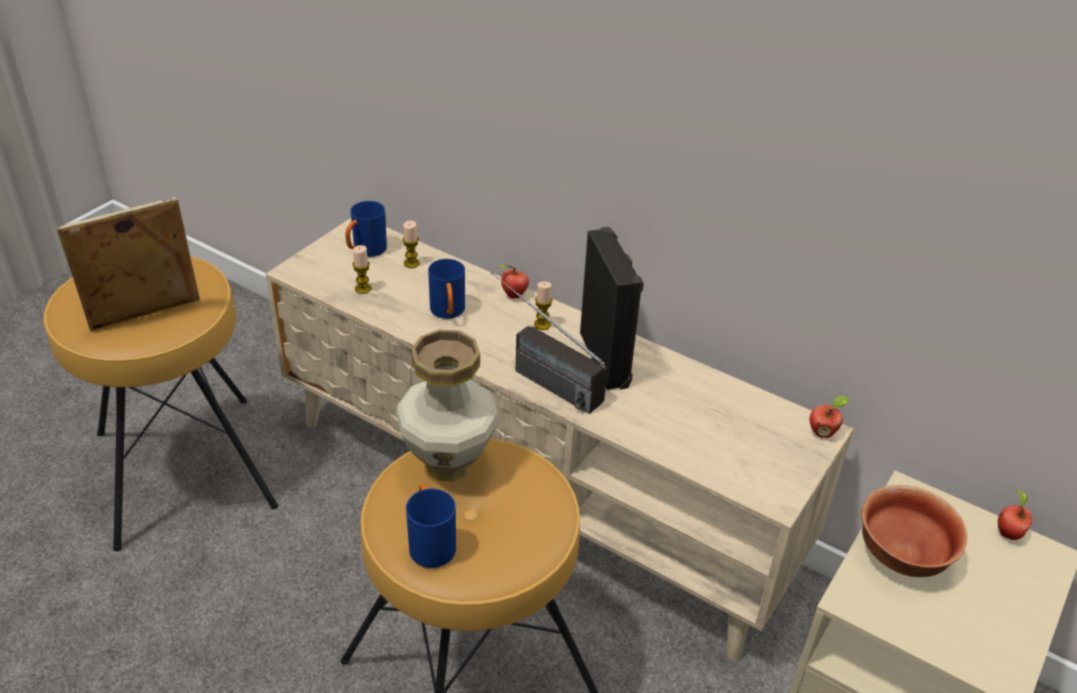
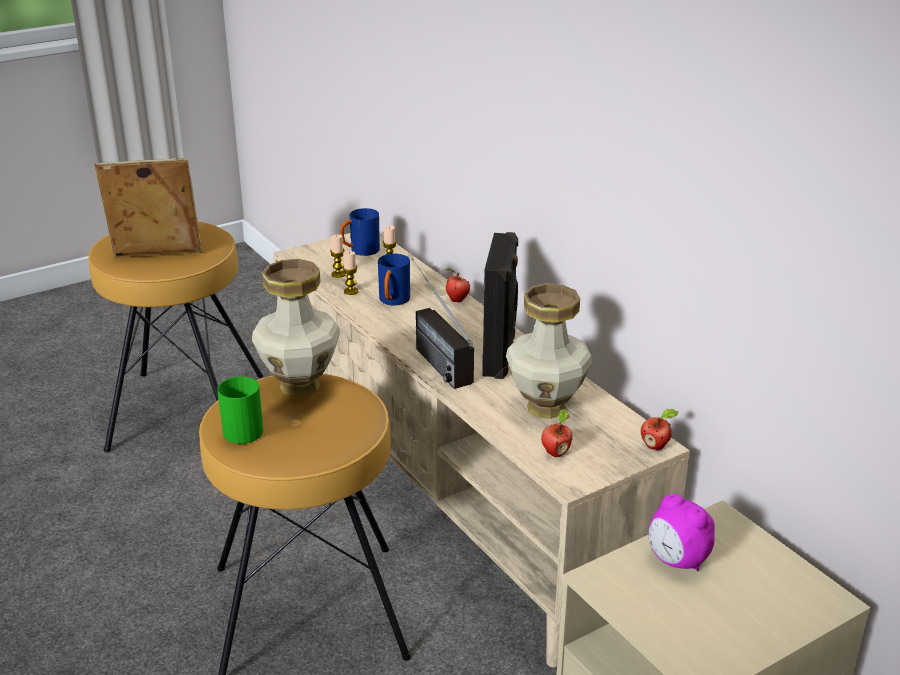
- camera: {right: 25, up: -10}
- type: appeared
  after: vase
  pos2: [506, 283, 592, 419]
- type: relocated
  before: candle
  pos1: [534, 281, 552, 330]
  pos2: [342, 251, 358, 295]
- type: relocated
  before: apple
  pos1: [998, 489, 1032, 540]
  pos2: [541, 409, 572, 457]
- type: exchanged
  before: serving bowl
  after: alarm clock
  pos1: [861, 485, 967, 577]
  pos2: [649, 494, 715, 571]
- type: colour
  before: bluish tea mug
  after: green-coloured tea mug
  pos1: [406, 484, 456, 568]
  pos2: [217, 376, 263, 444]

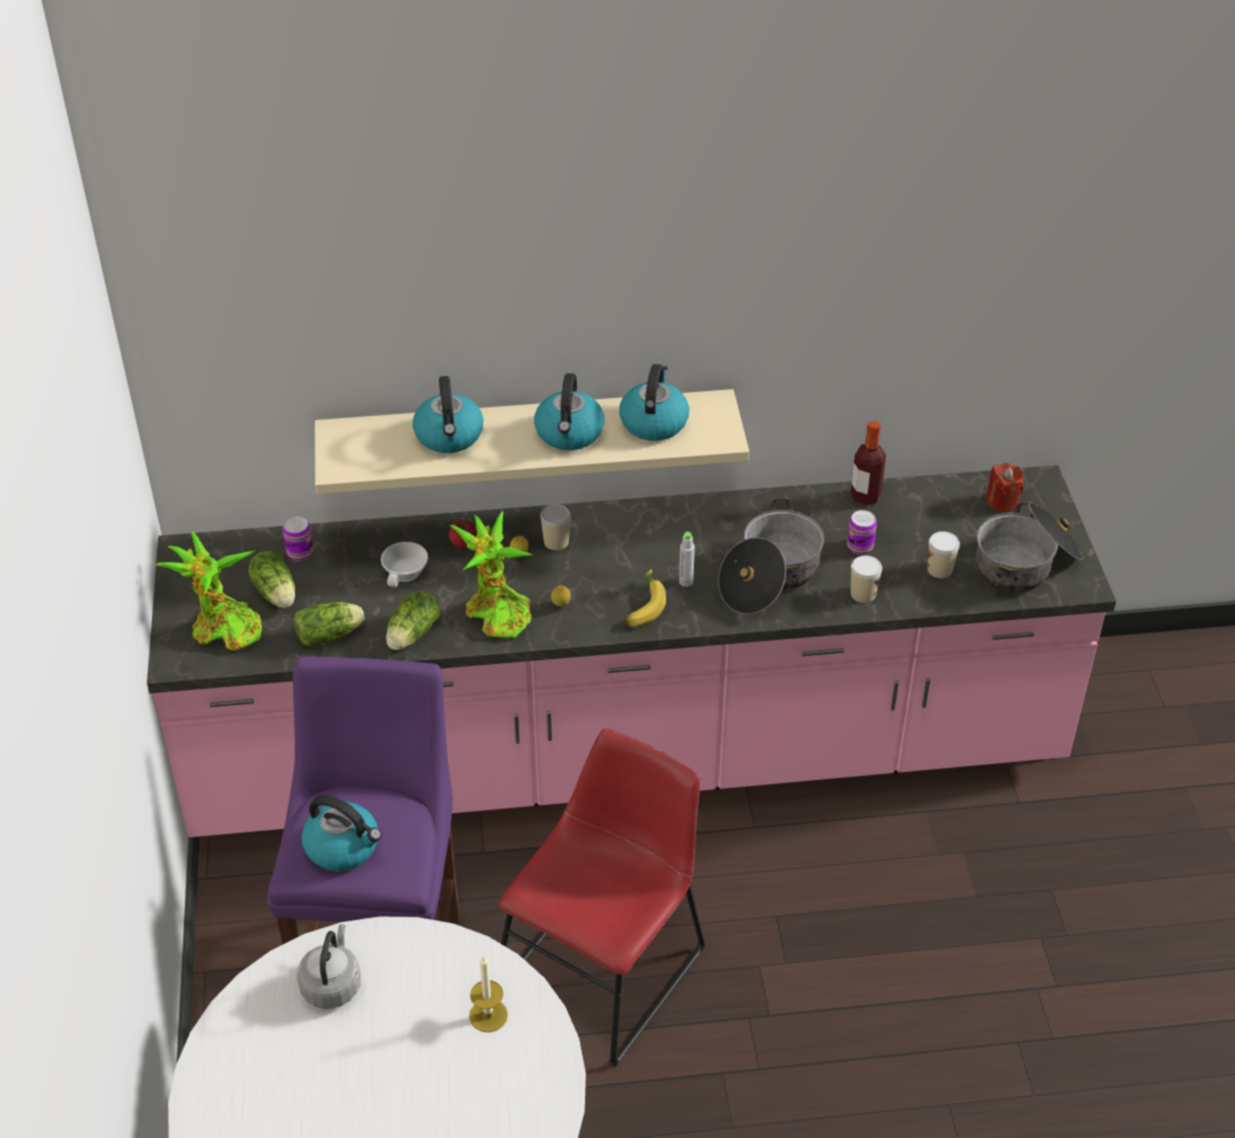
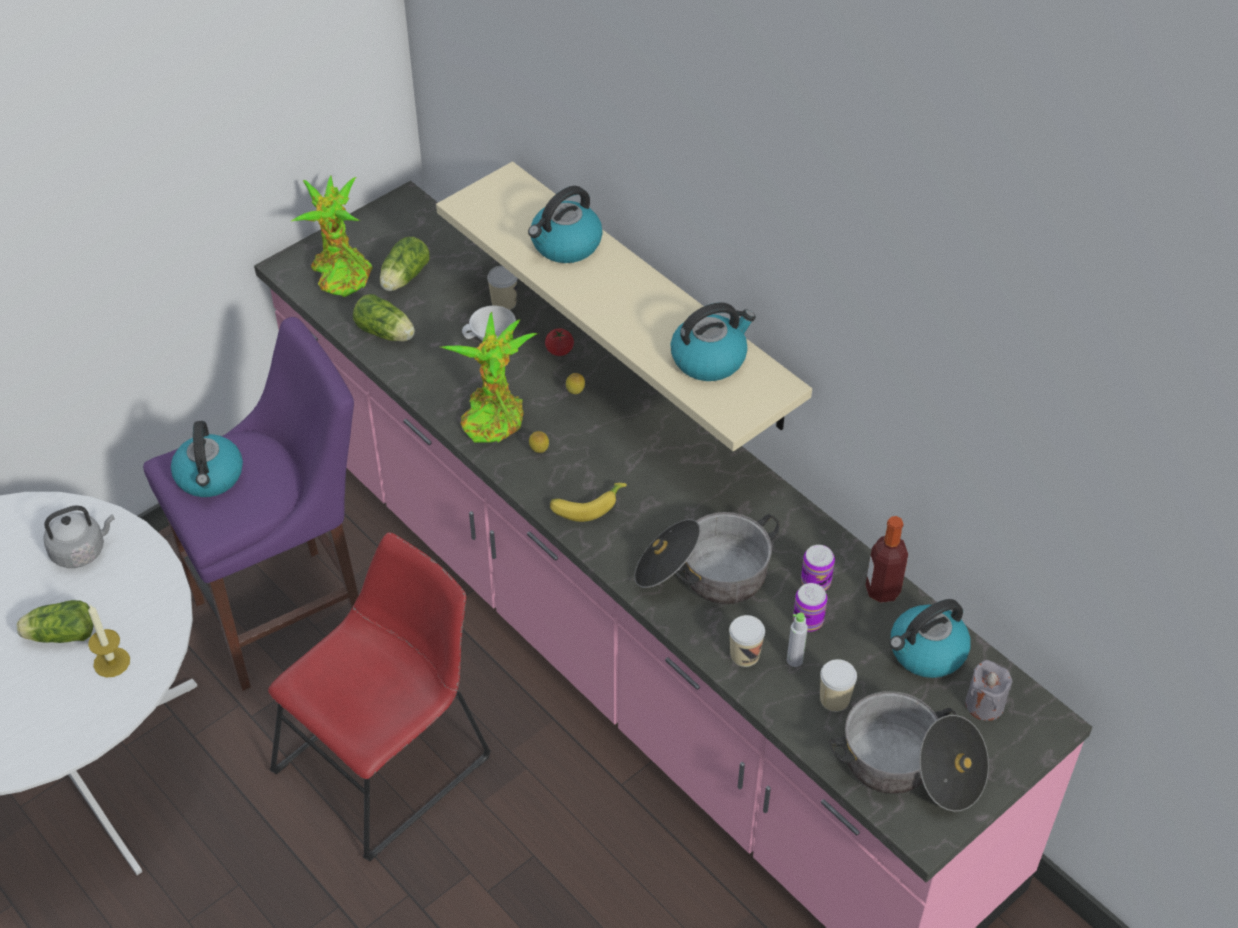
- camera: {right: 55, up: 5}
- type: relocated
  before: sealed can
  pos1: [283, 516, 314, 561]
  pos2: [801, 545, 835, 591]
- type: relocated
  before: head of lettuce
  pos1: [386, 591, 440, 650]
  pos2: [17, 600, 93, 643]
- type: relocated
  before: water kettle
  pos1: [534, 373, 605, 450]
  pos2: [890, 599, 971, 678]
- type: relocated
  before: small cup
  pos1: [540, 504, 571, 550]
  pos2: [487, 265, 517, 310]
- type: relocated
  before: greyish bottle
  pos1: [679, 532, 695, 587]
  pos2: [787, 613, 808, 667]
- type: colour
  before: red candle
  after: greyish candle
  pos1: [986, 463, 1024, 512]
  pos2: [965, 660, 1012, 721]
- type: spun
  before: red upright chair
  pos1: [499, 728, 705, 1067]
  pos2: [268, 532, 490, 862]
  turn: -45

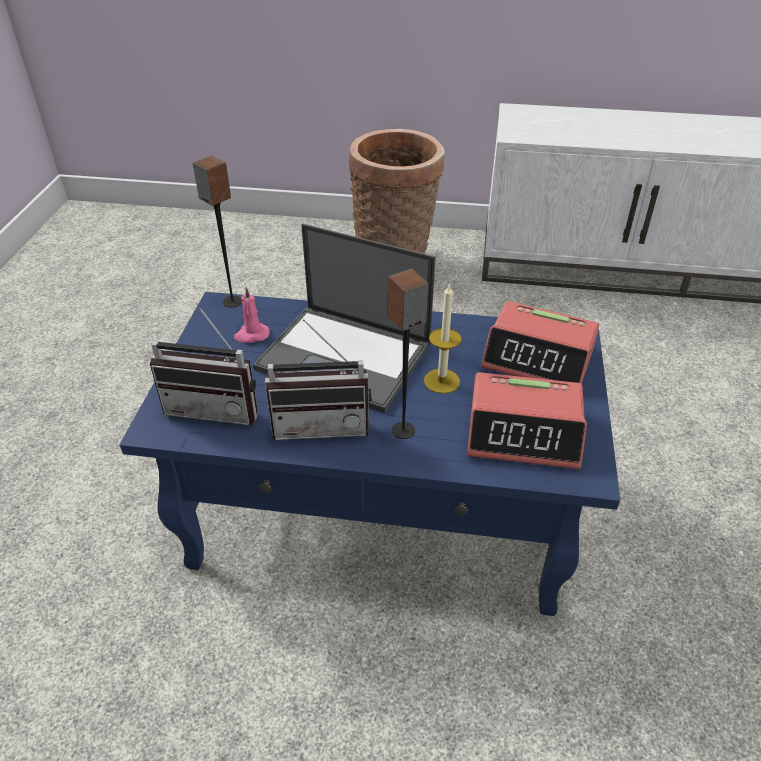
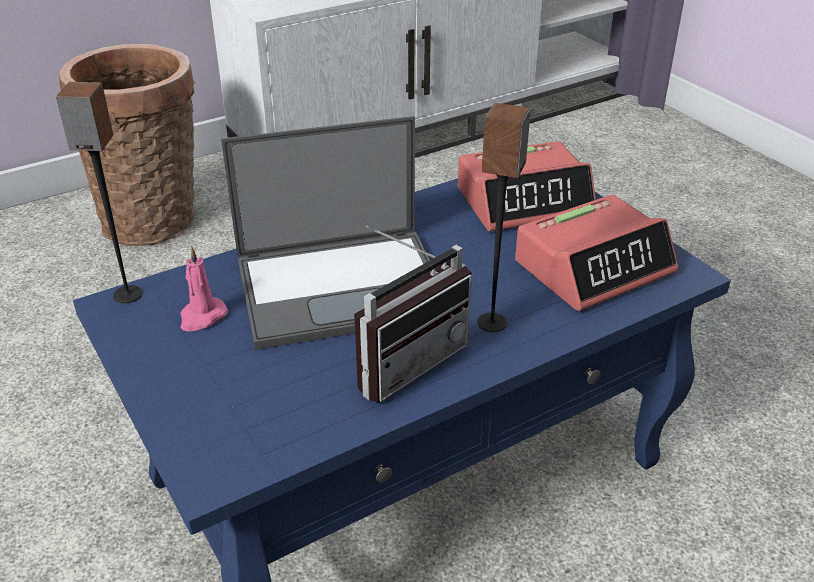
- camera: {right: -40, up: -5}
- type: missing
  before: radio
  pos1: [150, 303, 257, 425]
- type: missing
  before: candle
  pos1: [424, 284, 461, 394]

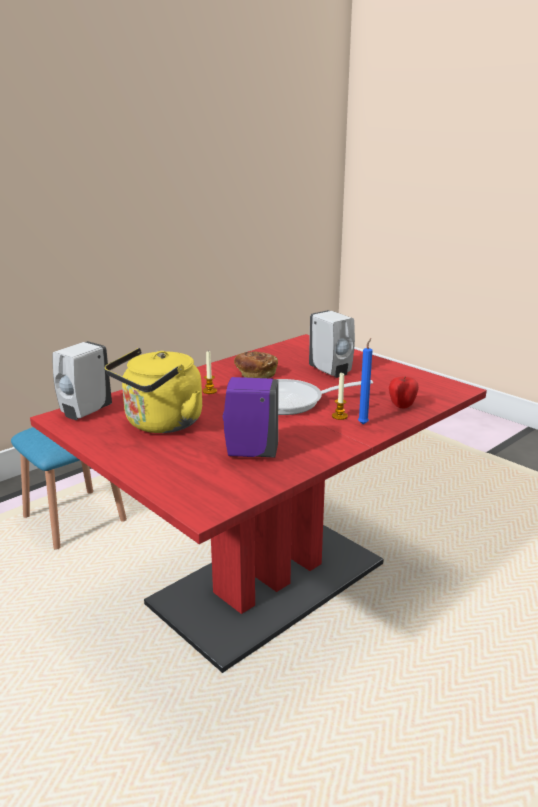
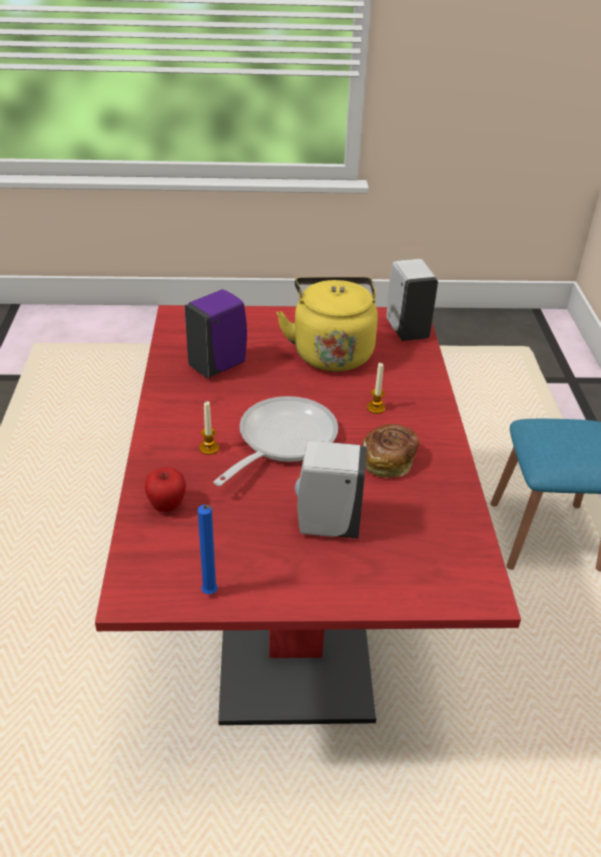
- camera: {right: 130, up: 15}
- type: relocated
  before: bluish candle
  pos1: [358, 338, 372, 424]
  pos2: [198, 505, 218, 594]

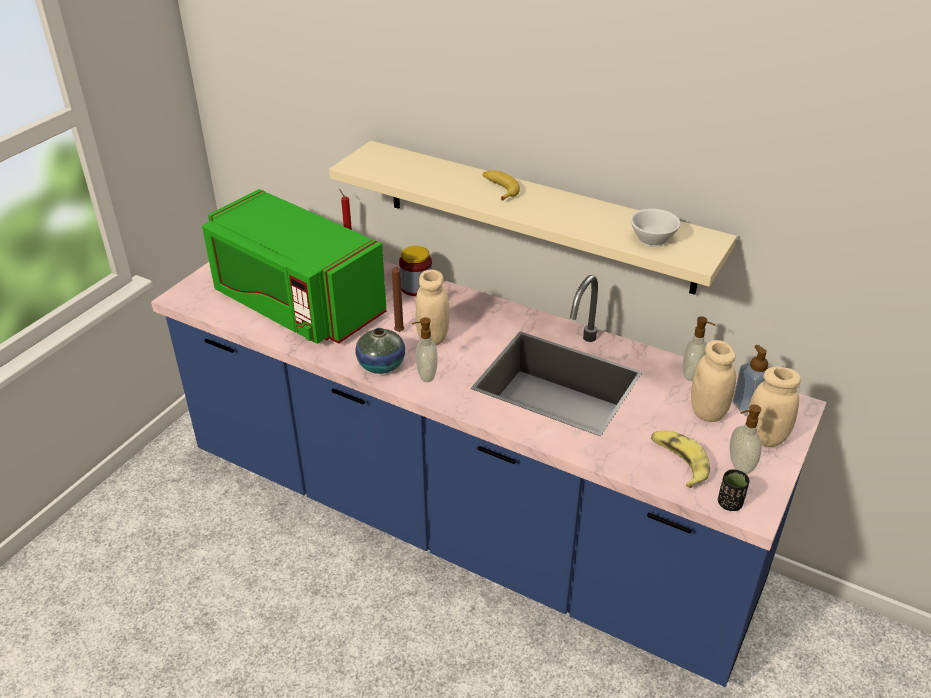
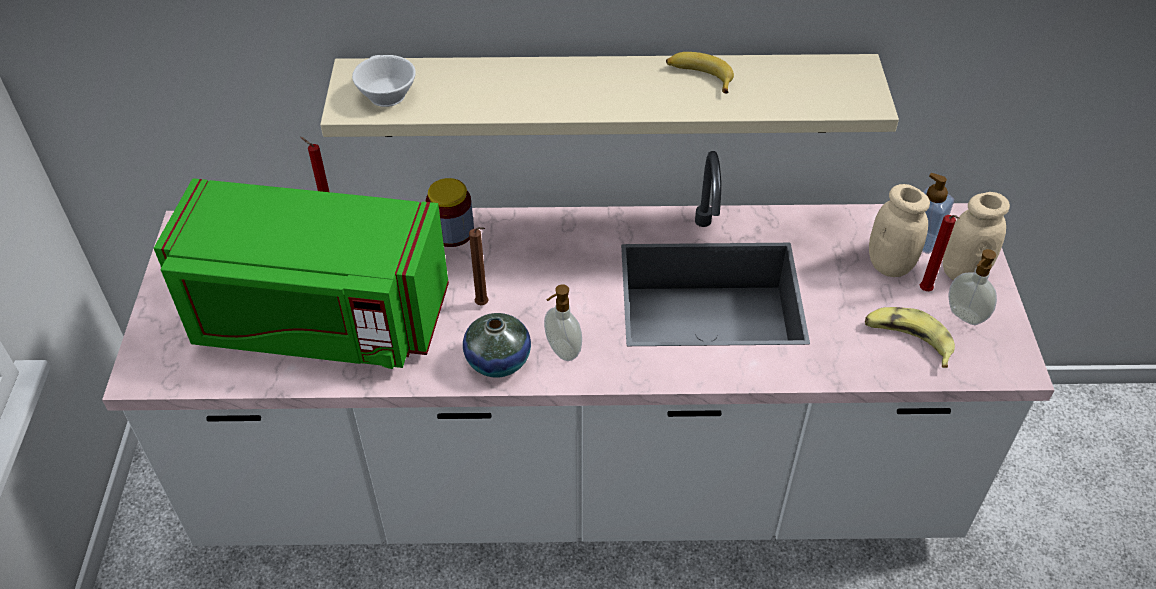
- camera: {right: -30, up: 10}
- type: missing
  before: beige-coloured jar
  pos1: [415, 270, 450, 345]
- type: missing
  before: soap bottle
  pos1: [683, 316, 715, 381]
- type: missing
  before: black-coloured small cup
  pos1: [718, 469, 750, 511]
- type: appeared
  after: red candle
  pos2: [920, 215, 959, 291]
- type: relocated
  before: whole banana
  pos1: [483, 170, 520, 201]
  pos2: [666, 52, 734, 94]
- type: relocated
  before: whitish small cup
  pos1: [630, 208, 680, 247]
  pos2: [352, 55, 416, 107]
- type: colour
  before: bluish kitchen counter
  after: whitish kitchen counter
  pos1: [151, 261, 827, 687]
  pos2: [102, 151, 1054, 546]

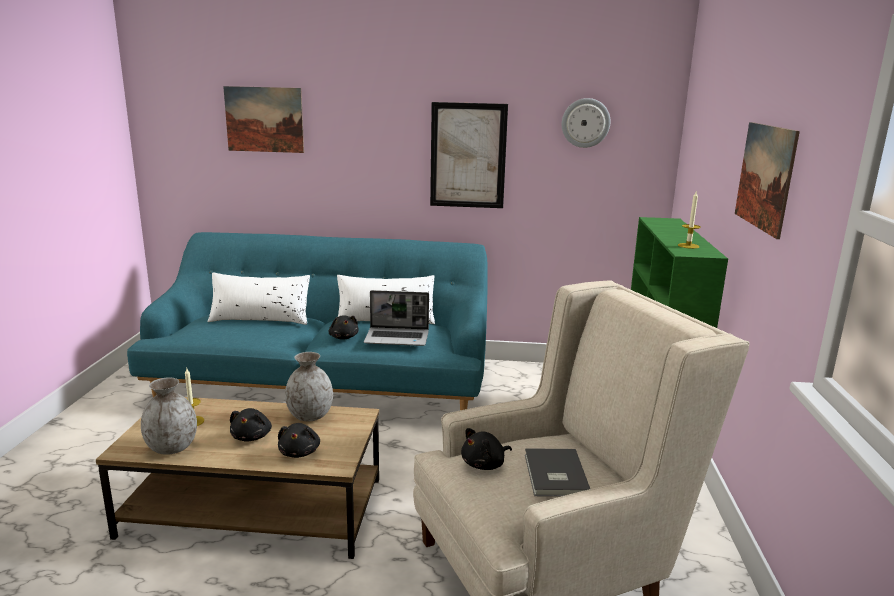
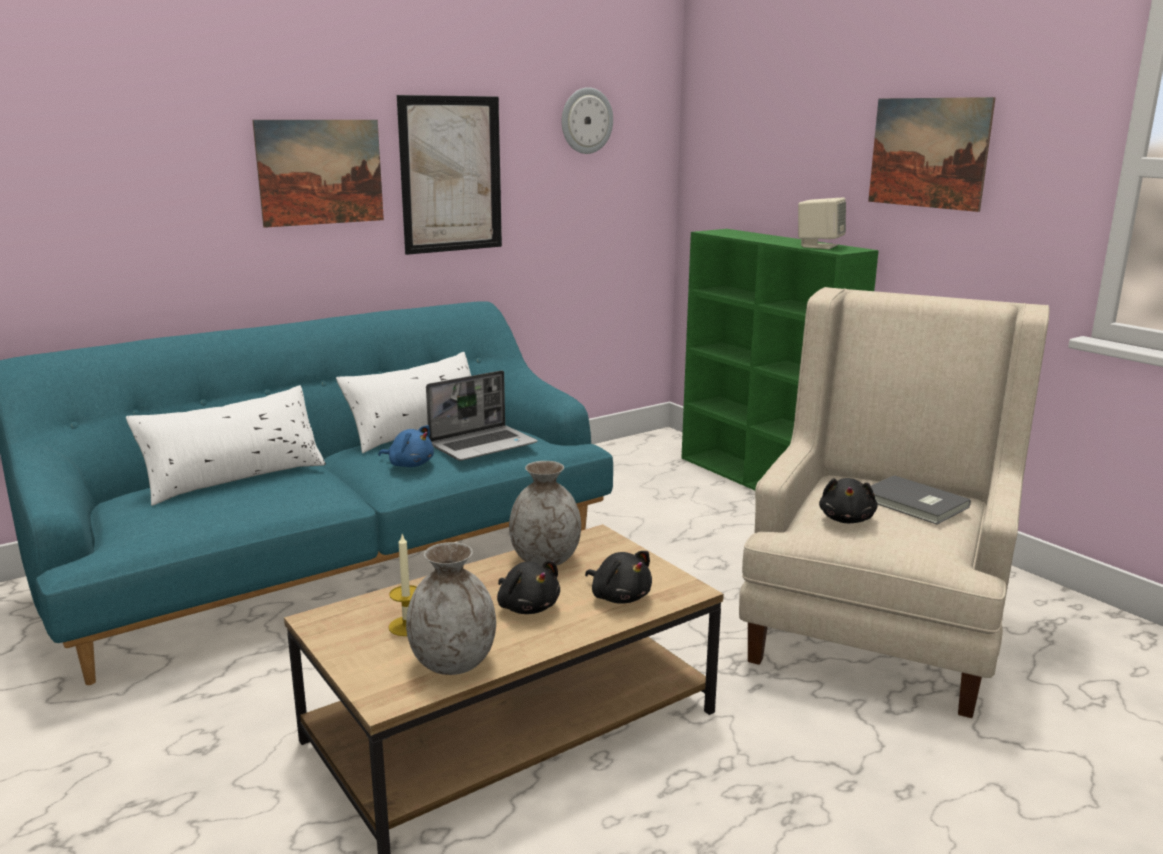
- camera: {right: -40, up: 0}
- type: relocated
  before: wall picture
  pos1: [223, 86, 304, 153]
  pos2: [252, 120, 384, 228]
- type: exchanged
  before: candle
  after: beige-coloured audio speaker
  pos1: [678, 190, 701, 249]
  pos2: [798, 198, 846, 249]
- type: colour
  before: black-coloured cuddly toy
  after: bluish cuddly toy
  pos1: [329, 315, 358, 340]
  pos2: [378, 425, 434, 467]

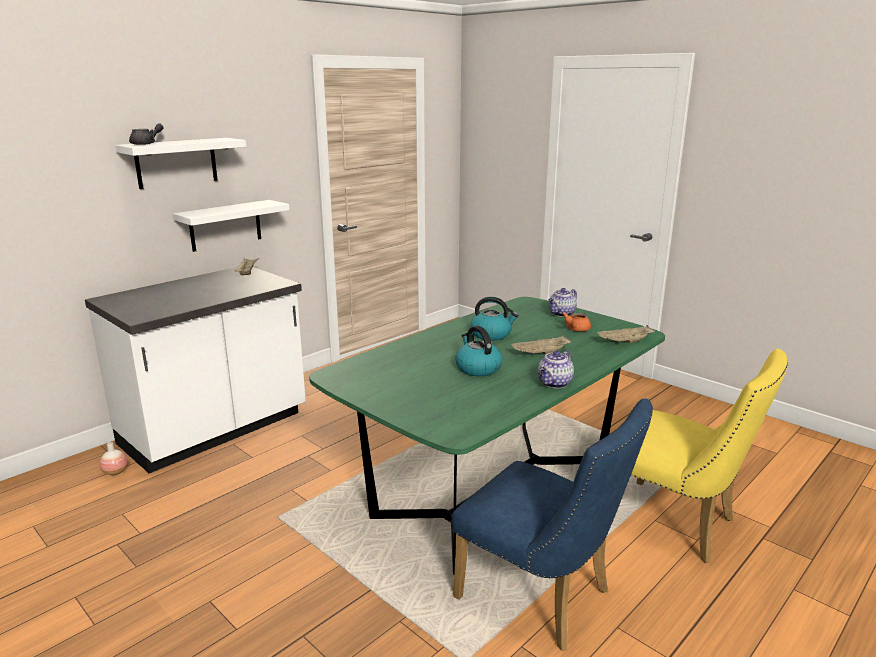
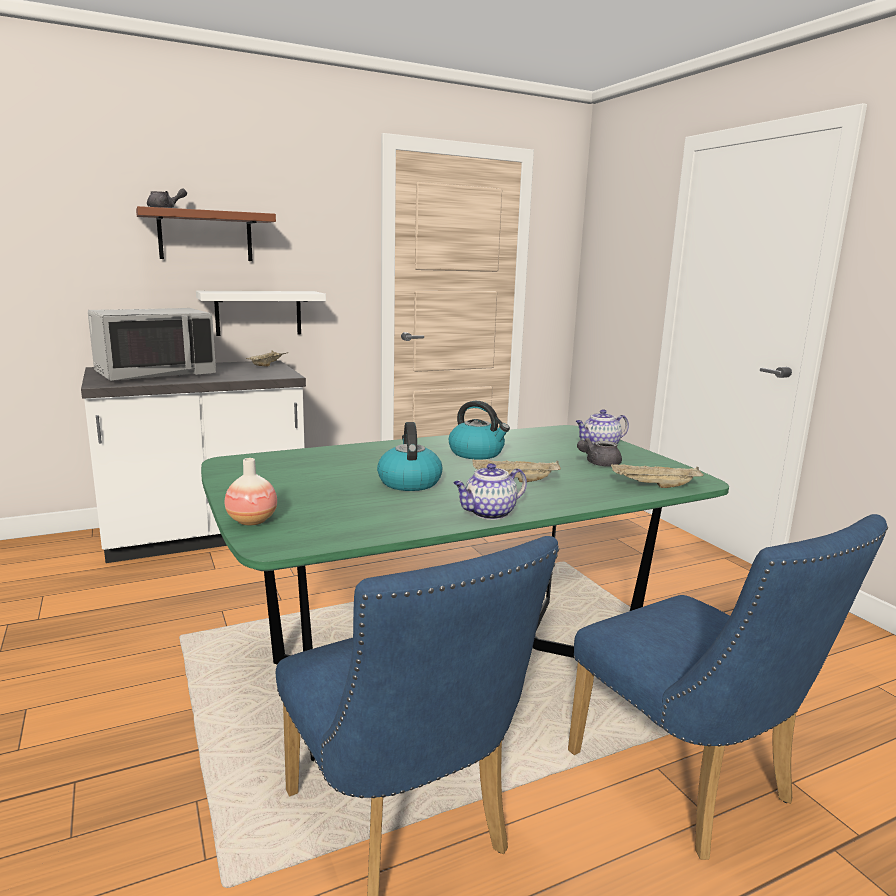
- camera: {right: 20, up: -5}
- type: appeared
  after: greyish microwave
  pos2: [88, 308, 216, 381]
- type: relocated
  before: vase
  pos1: [99, 442, 128, 475]
  pos2: [225, 458, 277, 525]
- type: colour
  before: whitish wall shelf
  after: brownish wall shelf
  pos1: [115, 138, 246, 189]
  pos2: [136, 206, 276, 261]
- type: colour
  before: orange teapot
  after: greyish teapot
  pos1: [563, 312, 591, 332]
  pos2: [577, 438, 622, 467]
- type: colour
  before: yellow-coloured upright chair
  after: bluish upright chair
  pos1: [631, 349, 788, 563]
  pos2: [568, 514, 888, 860]

